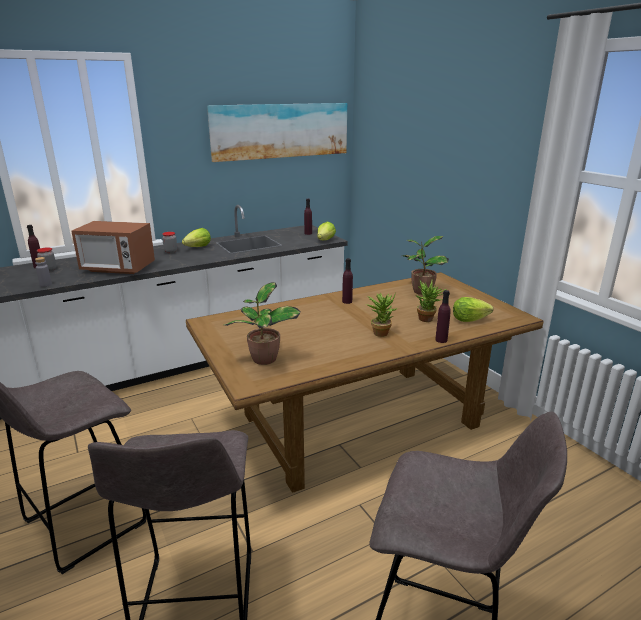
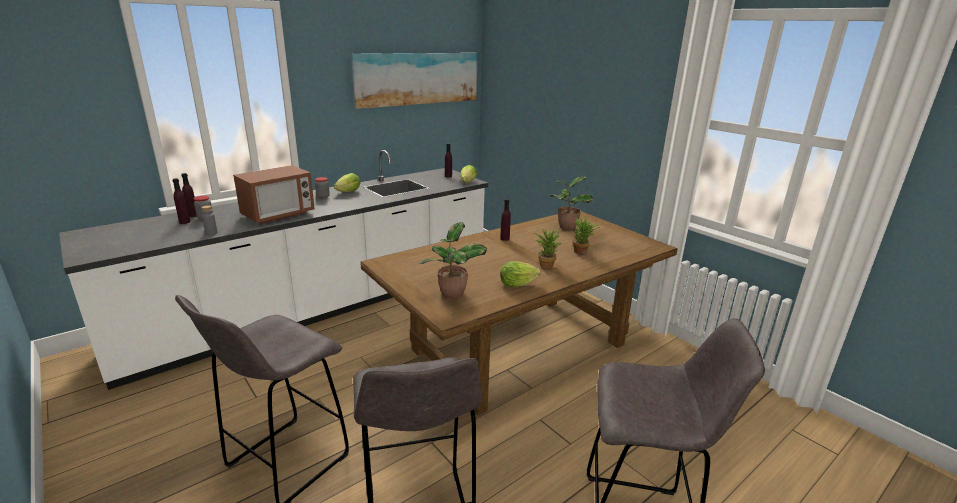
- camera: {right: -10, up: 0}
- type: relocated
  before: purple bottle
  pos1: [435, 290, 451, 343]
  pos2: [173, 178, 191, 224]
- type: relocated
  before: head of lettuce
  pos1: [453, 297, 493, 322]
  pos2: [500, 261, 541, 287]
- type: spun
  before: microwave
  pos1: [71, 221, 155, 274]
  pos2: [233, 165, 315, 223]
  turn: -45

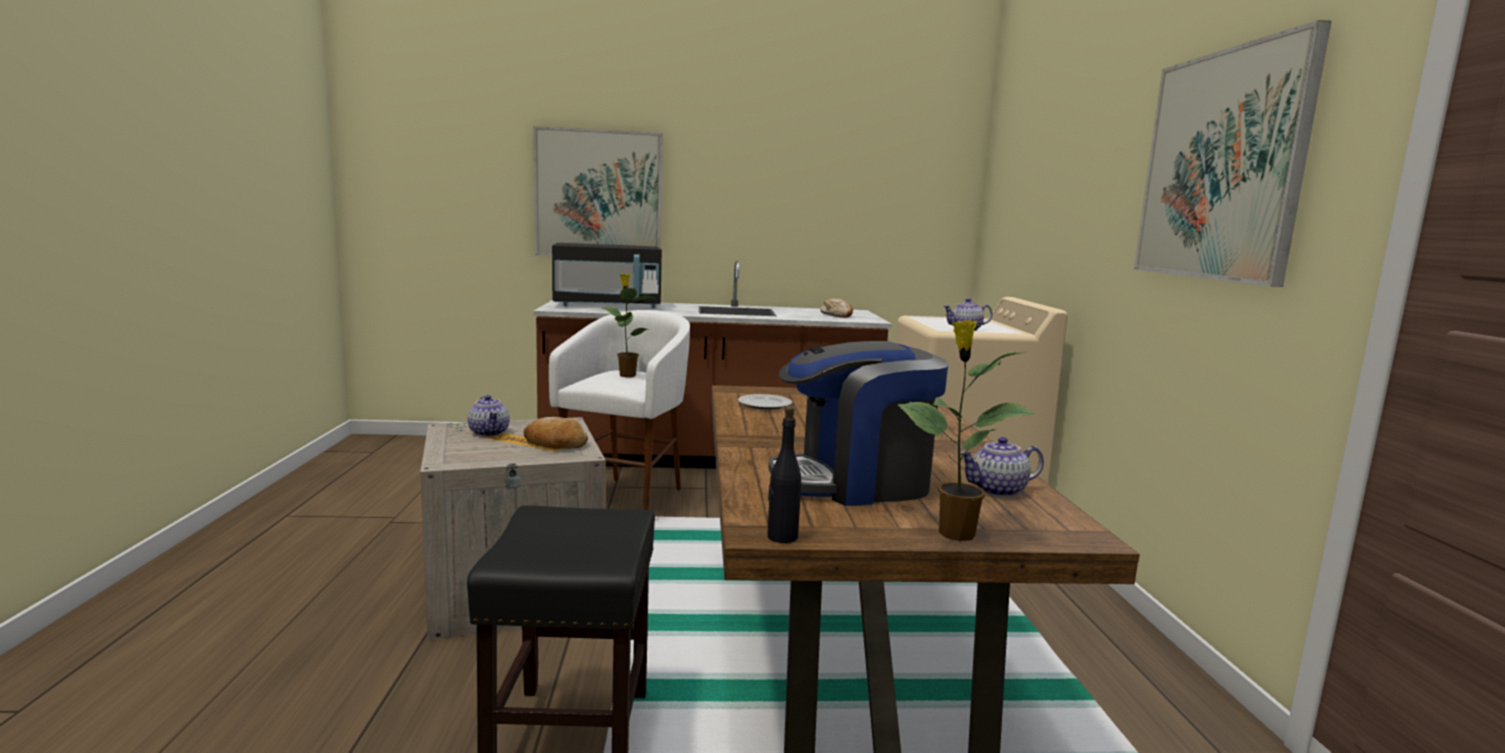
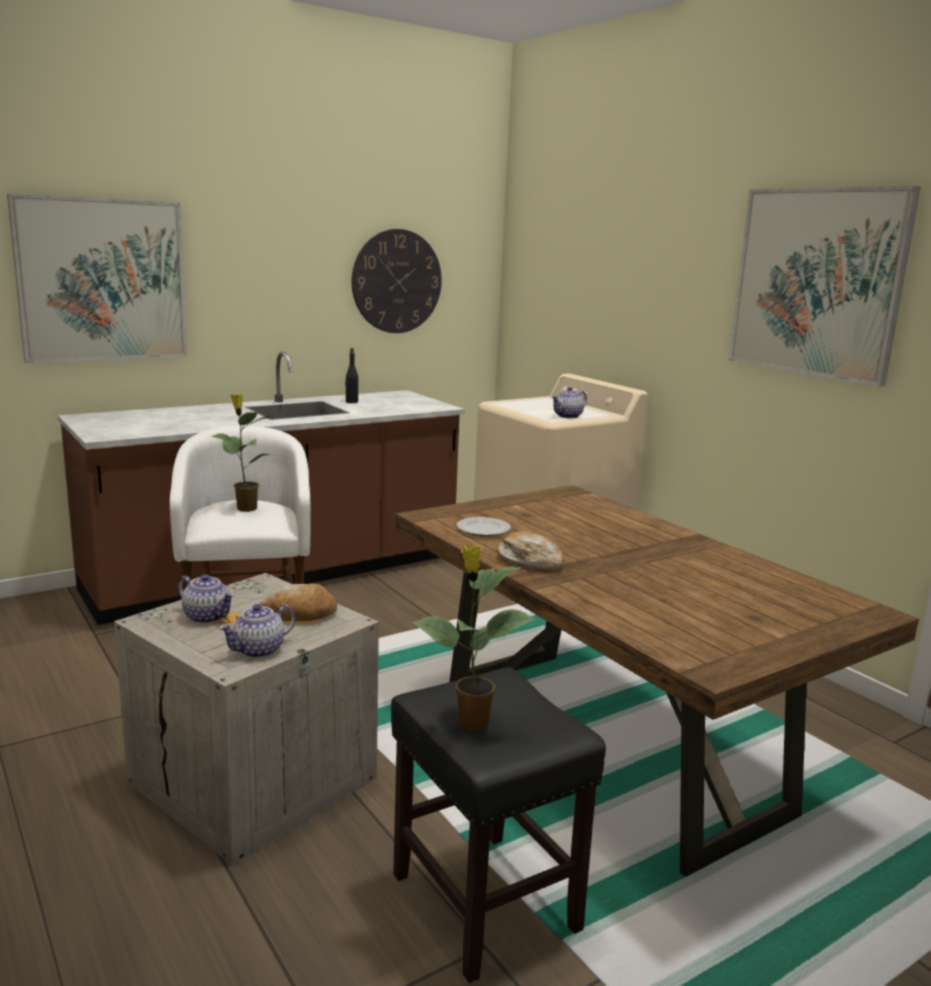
- camera: {right: -30, up: 5}
- type: missing
  before: black-coloured microwave
  pos1: [552, 243, 662, 308]
- type: missing
  before: coffee brewer
  pos1: [768, 341, 948, 506]
- type: appeared
  after: hanging clock
  pos2: [352, 229, 442, 333]
- type: relocated
  before: black-coloured bottle
  pos1: [767, 407, 801, 543]
  pos2: [345, 348, 358, 403]
- type: relocated
  before: baked bread
  pos1: [820, 298, 853, 318]
  pos2: [497, 531, 564, 570]
- type: relocated
  before: potted plant
  pos1: [897, 320, 1035, 541]
  pos2: [412, 544, 536, 731]
- type: relocated
  before: teapot
  pos1: [960, 437, 1044, 497]
  pos2: [219, 604, 295, 658]

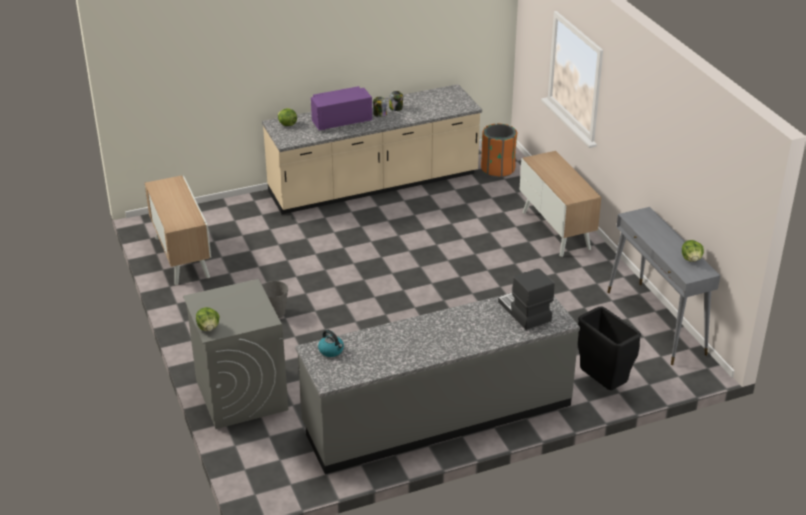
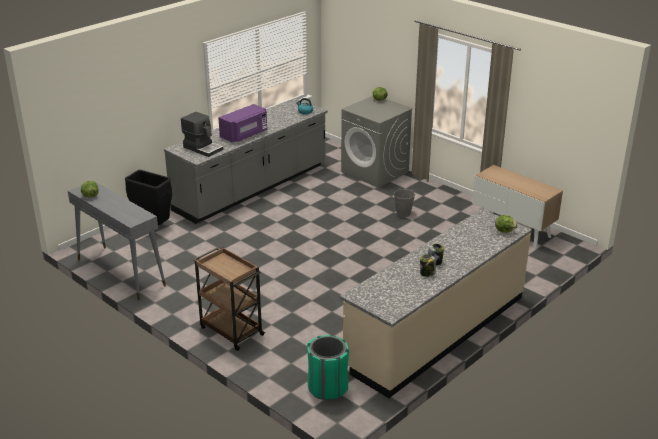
- camera: {right: 155, up: -5}
- type: relocated
  before: purple microwave
  pos1: [311, 86, 372, 130]
  pos2: [218, 104, 267, 142]
- type: exchanged
  before: cupboard
  after: brownish cart
  pos1: [519, 151, 601, 257]
  pos2: [193, 247, 265, 351]
- type: colour
  before: orange rubbish bin
  after: green-coloured rubbish bin
  pos1: [481, 123, 517, 177]
  pos2: [307, 335, 349, 400]

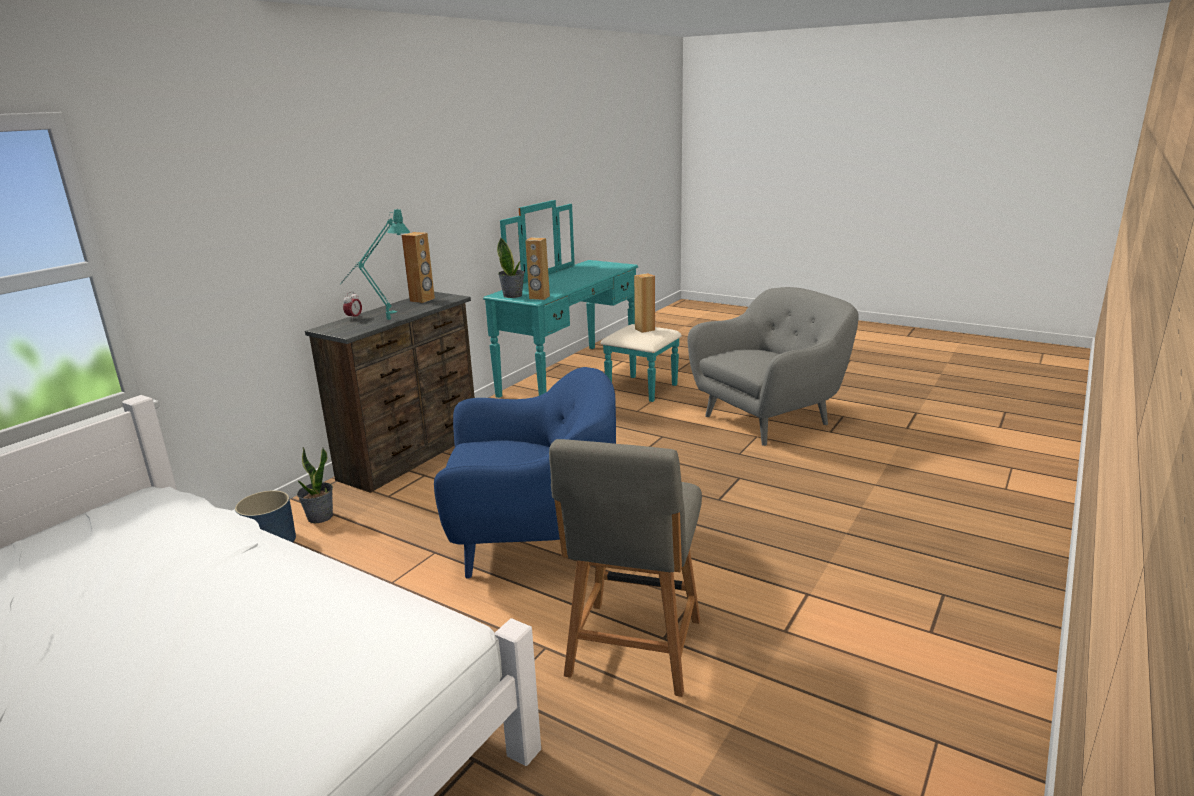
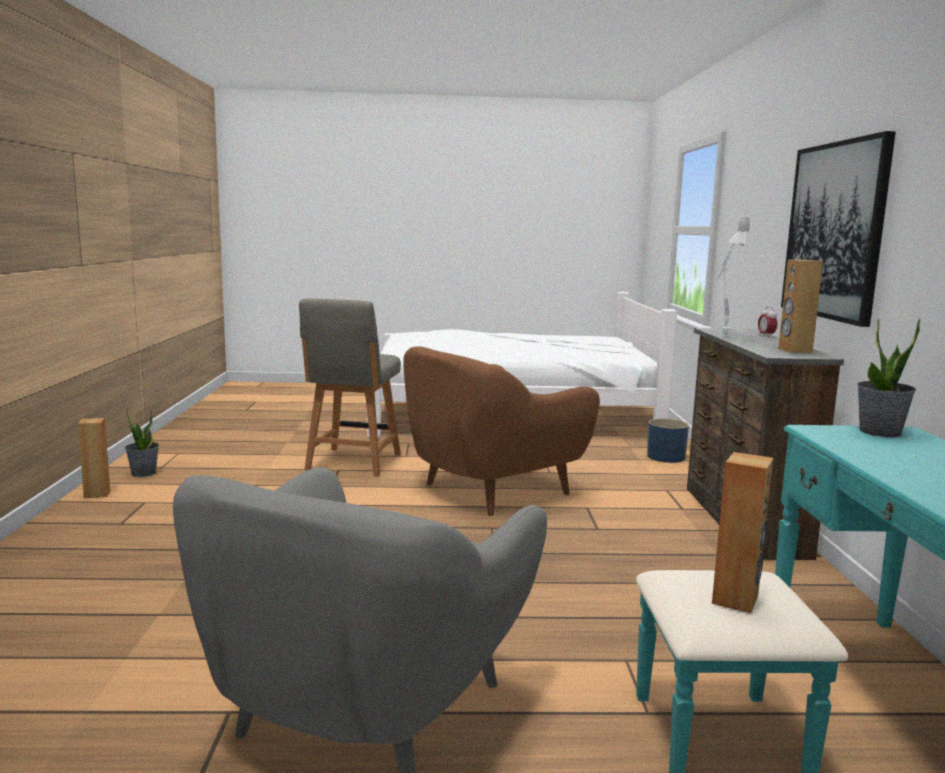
- camera: {right: 145, up: -10}
- type: appeared
  after: wall picture
  pos2: [781, 131, 896, 327]
- type: relocated
  before: potted plant
  pos1: [297, 447, 333, 523]
  pos2: [125, 408, 159, 477]
- type: relocated
  before: brownish audio speaker
  pos1: [525, 238, 550, 300]
  pos2: [78, 418, 110, 498]
- type: colour
  before: turquoise-coloured lamp for a table
  after: greyish lamp for a table
  pos1: [341, 209, 411, 320]
  pos2: [717, 214, 756, 336]
- type: colour
  before: bluish lounge chair
  after: brownish lounge chair
  pos1: [434, 367, 616, 579]
  pos2: [404, 346, 600, 516]
- type: spun
  before: greyish upright chair
  pos1: [549, 439, 702, 697]
  pos2: [299, 299, 401, 477]
  turn: -150

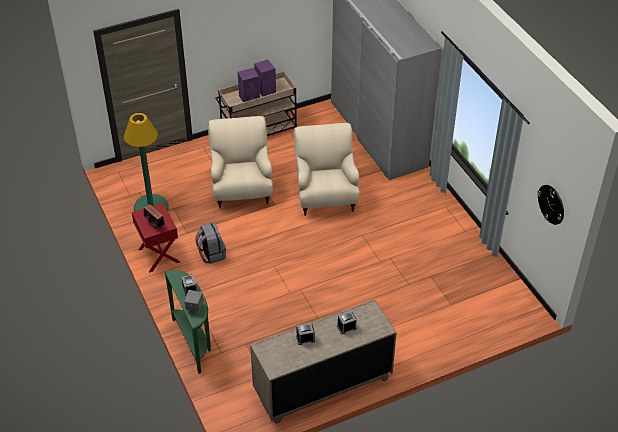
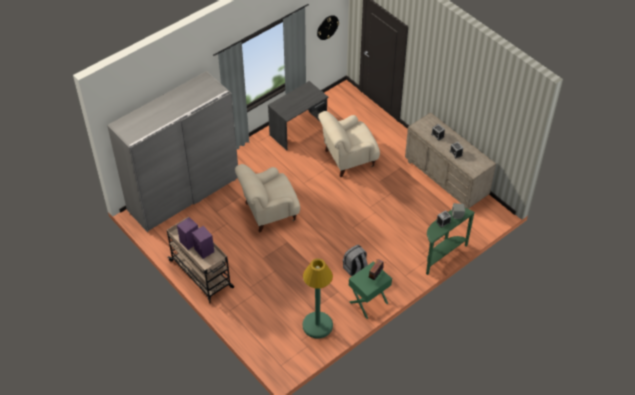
- camera: {right: -105, up: 5}
- type: appeared
  after: greyish desk
  pos2: [268, 81, 328, 150]
- type: relocated
  before: beige-coloured lounge chair
  pos1: [208, 116, 273, 209]
  pos2: [318, 111, 380, 177]
- type: colour
  before: red night table
  after: green-coloured night table
  pos1: [132, 203, 180, 273]
  pos2: [349, 261, 392, 319]

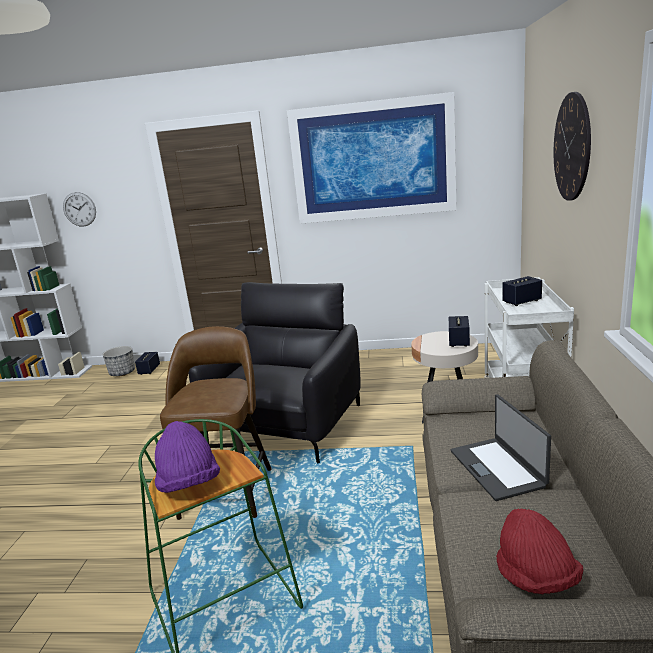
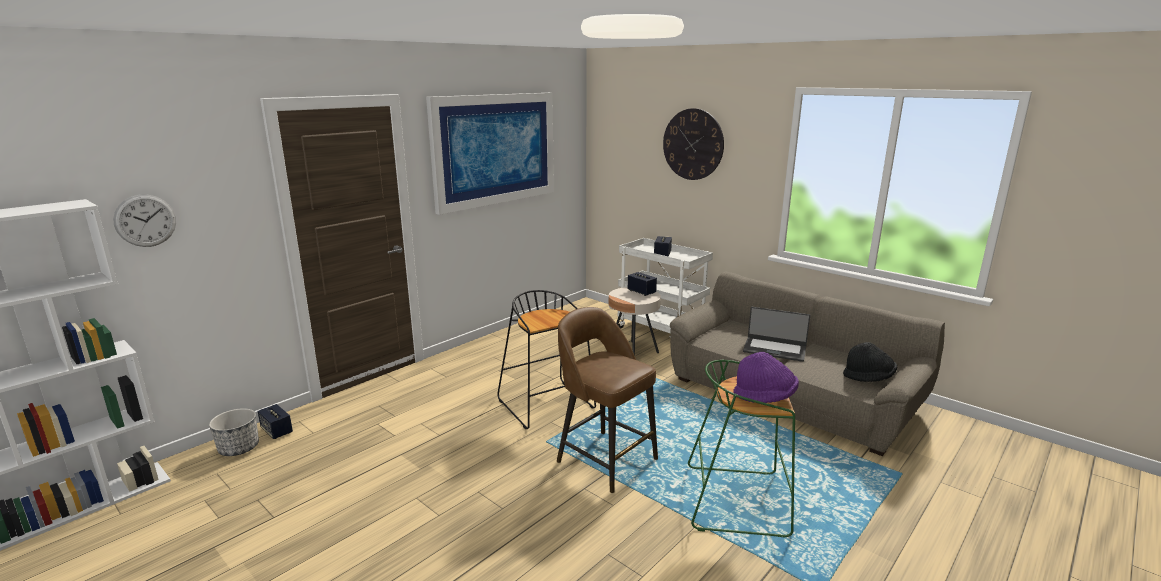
- camera: {right: -55, up: 0}
- type: exchanged
  before: black-coloured lounge chair
  after: black-coloured stool seat
  pos1: [188, 282, 361, 463]
  pos2: [497, 290, 596, 429]
- type: colour
  before: red wearable hat
  after: black-coloured wearable hat
  pos1: [496, 509, 583, 594]
  pos2: [843, 342, 897, 382]

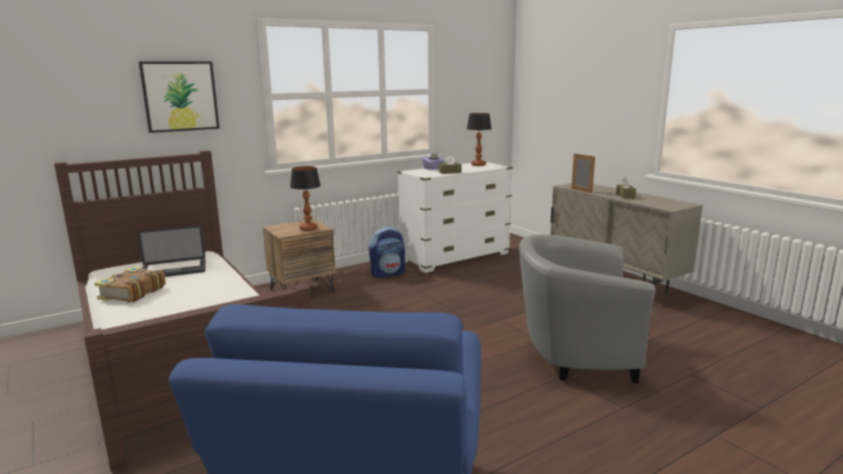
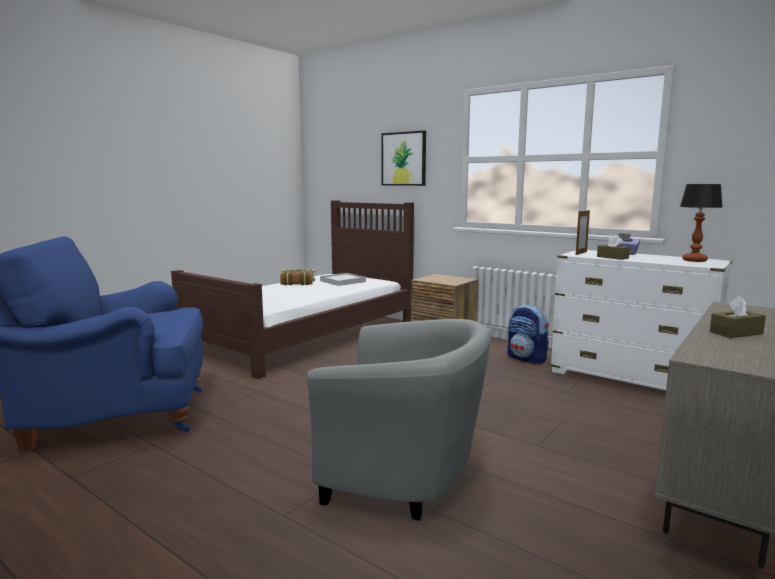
- camera: {right: 70, up: -5}
- type: missing
  before: lamp for a table
  pos1: [290, 166, 321, 231]
- type: relocated
  before: photo frame
  pos1: [571, 154, 595, 193]
  pos2: [576, 210, 590, 255]
- type: exchanged
  before: laptop
  after: whitish carrying tray
  pos1: [138, 226, 206, 277]
  pos2: [320, 273, 366, 286]
- type: spun
  before: greyish lounge chair
  pos1: [519, 234, 655, 383]
  pos2: [307, 319, 492, 521]
  turn: 120

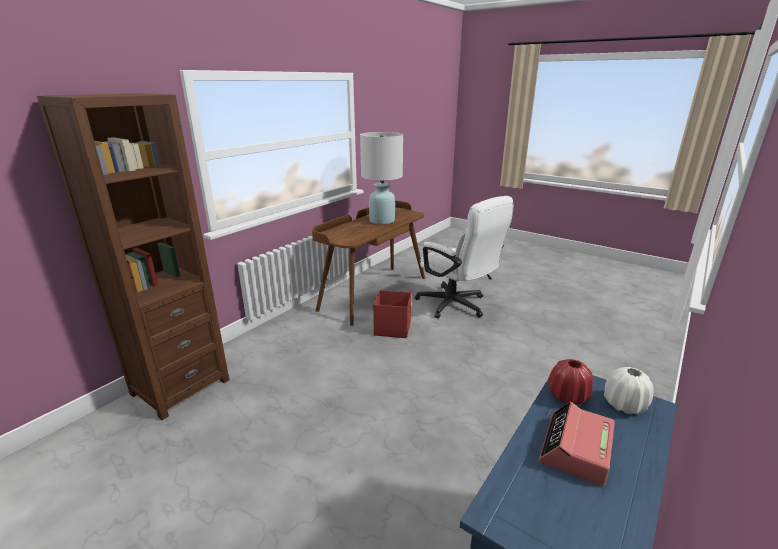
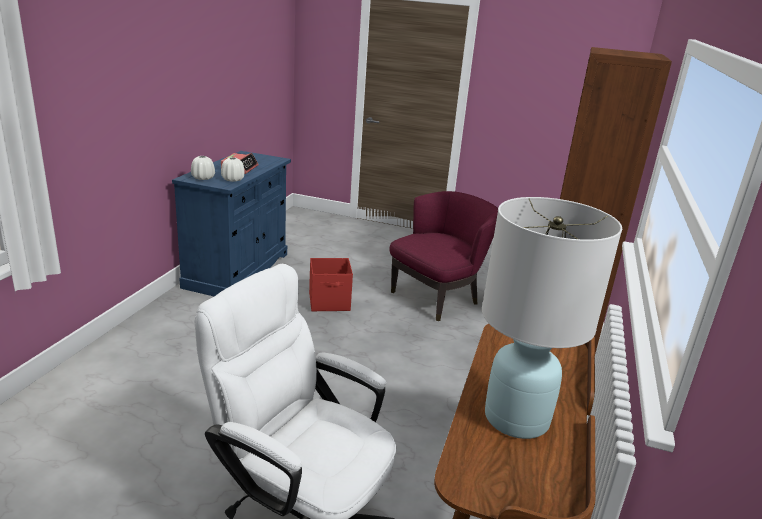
- camera: {right: 160, up: 0}
- type: appeared
  after: purple lounge chair
  pos2: [389, 191, 498, 321]
- type: relocated
  before: red storage container
  pos1: [373, 290, 411, 338]
  pos2: [309, 258, 353, 311]
- type: colour
  before: red vase
  after: whitish vase
  pos1: [548, 359, 593, 405]
  pos2: [221, 157, 245, 182]

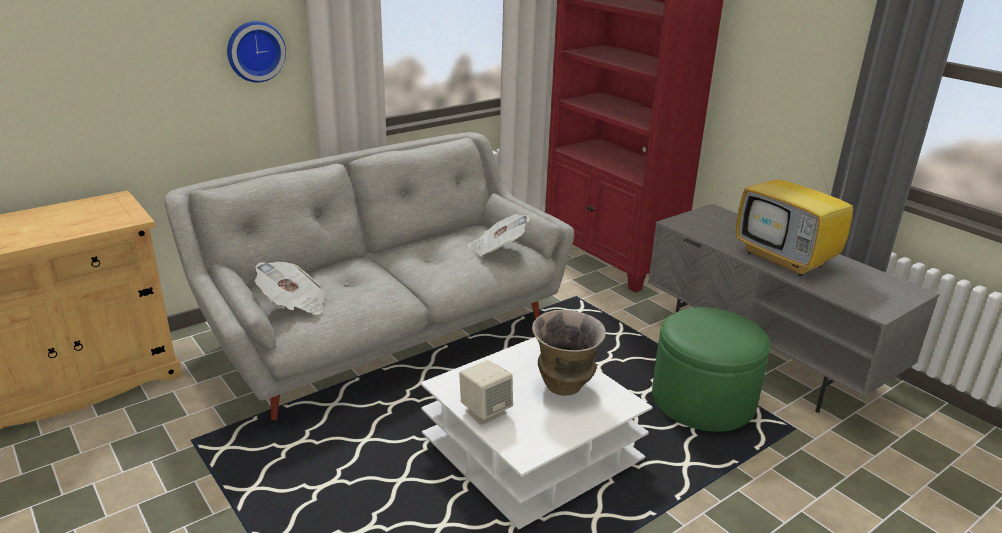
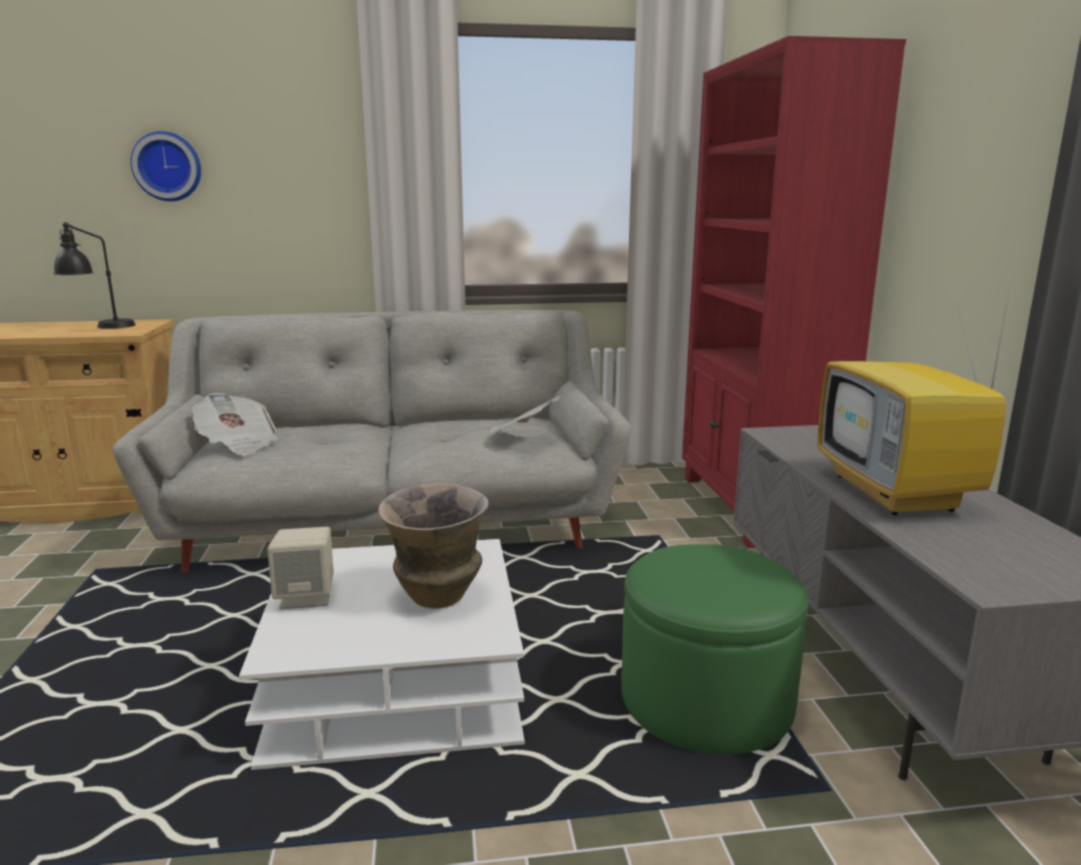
- camera: {right: 30, up: -10}
- type: appeared
  after: black-coloured lamp for a table
  pos2: [54, 222, 136, 329]
- type: relocated
  before: hanging clock
  pos1: [227, 21, 286, 82]
  pos2: [131, 131, 201, 201]

